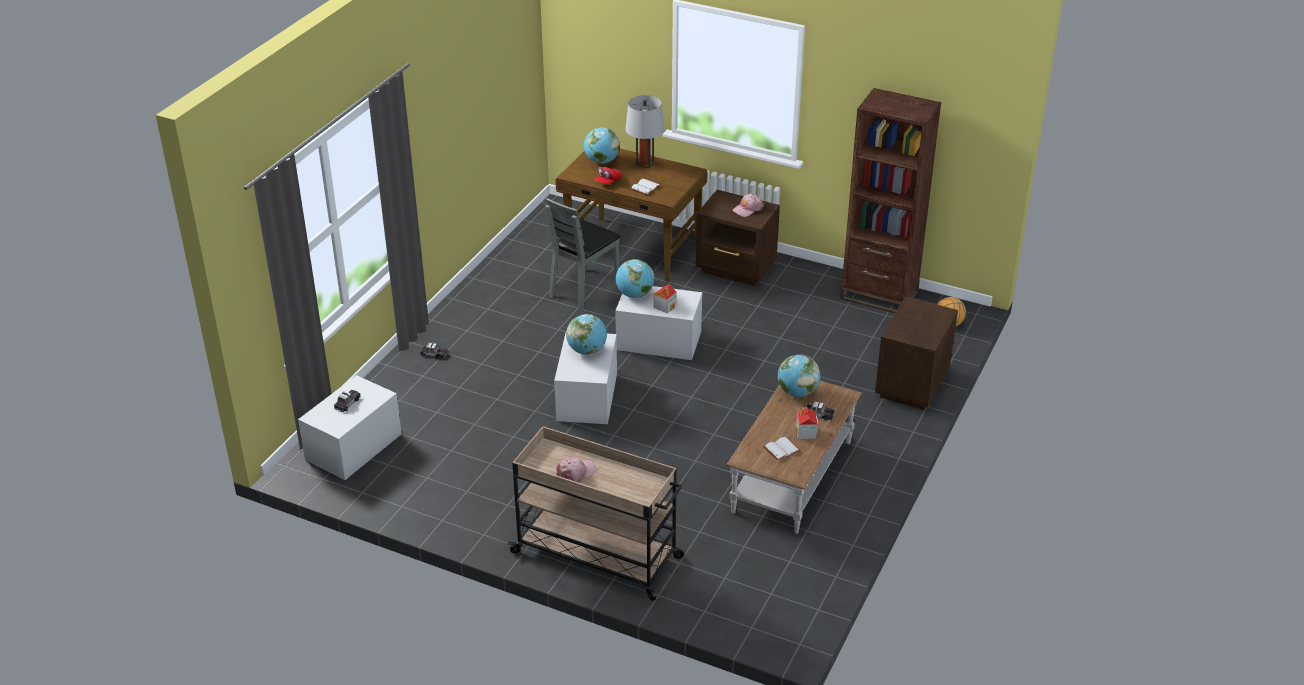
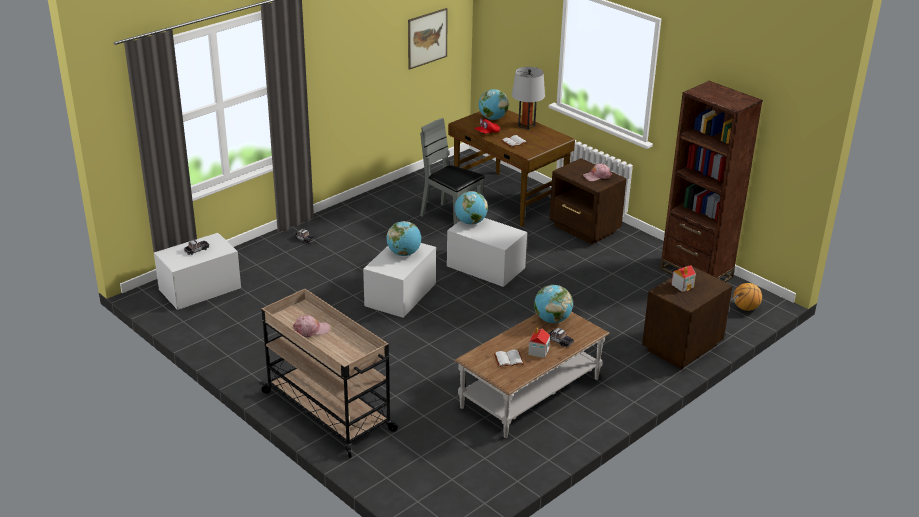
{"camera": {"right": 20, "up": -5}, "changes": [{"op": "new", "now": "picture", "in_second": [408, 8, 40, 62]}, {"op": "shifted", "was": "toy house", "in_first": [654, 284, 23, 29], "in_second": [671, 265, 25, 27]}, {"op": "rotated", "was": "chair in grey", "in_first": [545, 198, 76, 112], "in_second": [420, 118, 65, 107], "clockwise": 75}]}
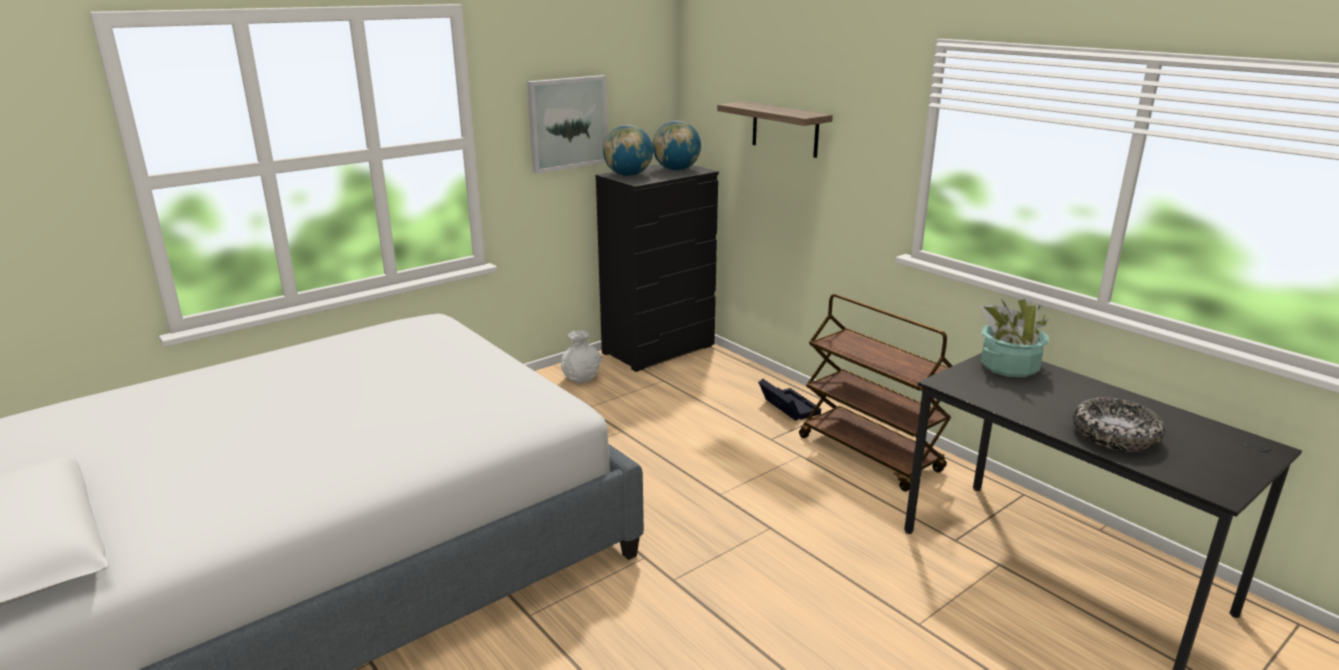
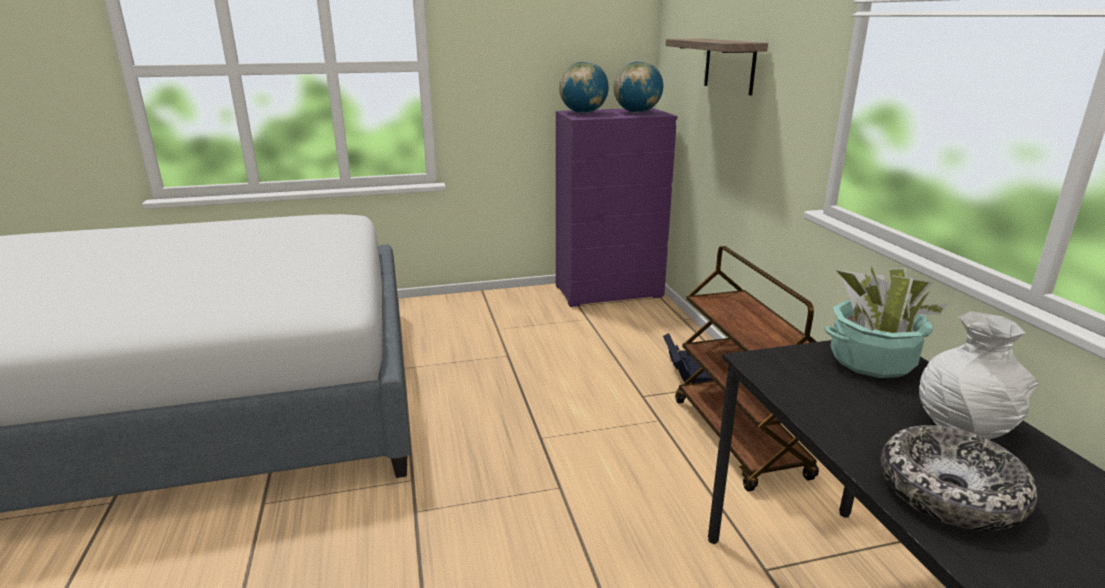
{"camera": {"right": 25, "up": 0}, "changes": [{"op": "gone", "was": "picture", "in_first": [527, 75, 81, 98]}, {"op": "shifted", "was": "vase in white", "in_first": [561, 331, 41, 53], "in_second": [919, 311, 119, 129]}, {"op": "repainted", "was": "dresser in black", "now": "dresser in purple", "in_first": [596, 164, 123, 208], "in_second": [556, 108, 121, 199]}]}
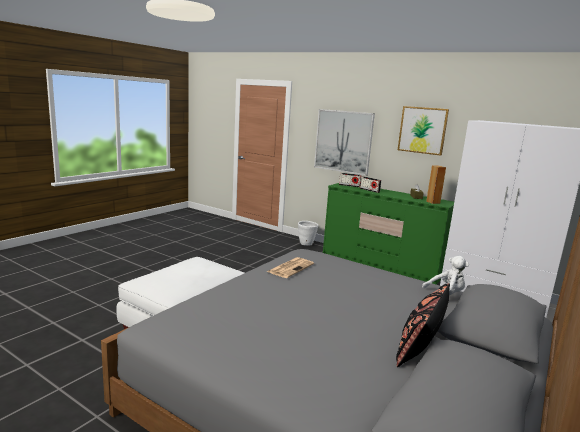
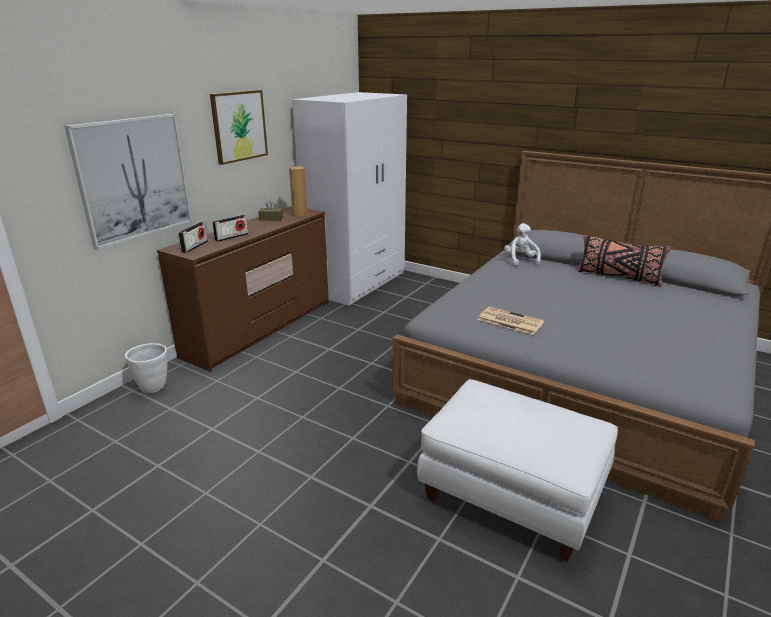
{"camera": {"right": -90, "up": 10}, "changes": [{"op": "repainted", "was": "dresser in green", "now": "dresser in brown", "in_first": [323, 183, 131, 102], "in_second": [157, 206, 172, 166]}]}
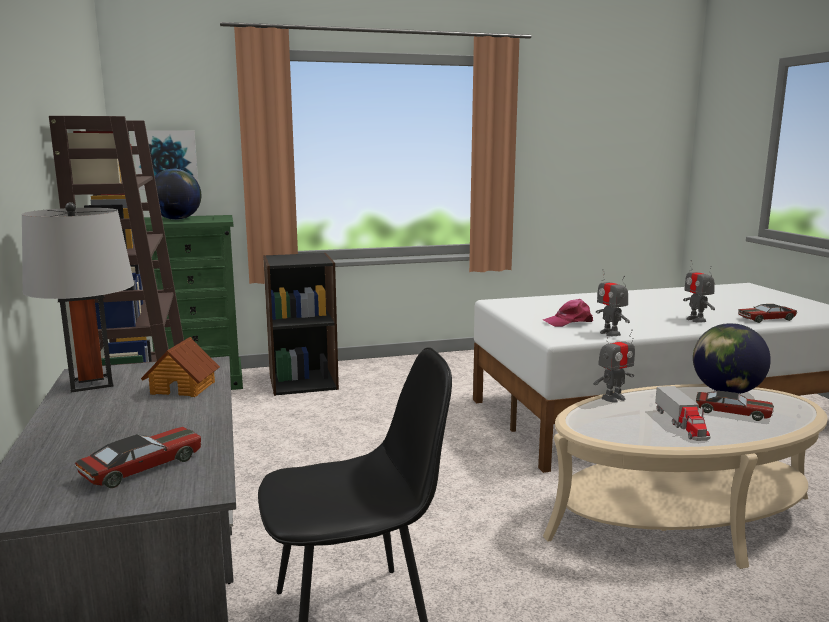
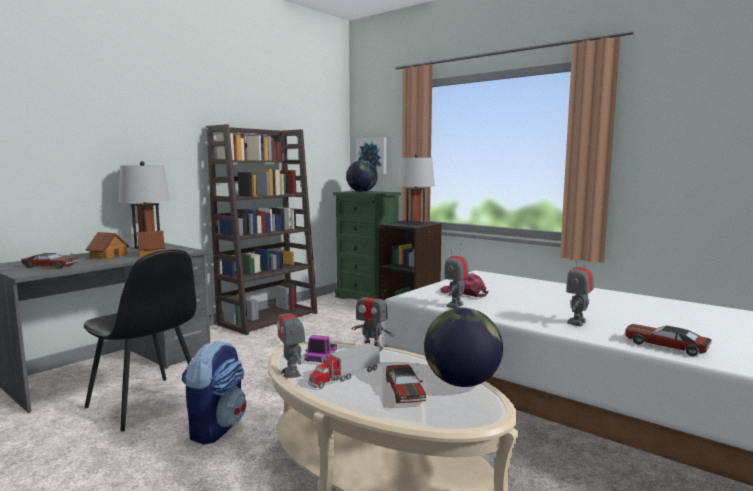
{"camera": {"right": 55, "up": -5}, "changes": [{"op": "new", "now": "toy house", "in_second": [86, 232, 44, 27]}, {"op": "new", "now": "backpack", "in_second": [182, 340, 65, 105]}, {"op": "new", "now": "toy robot", "in_second": [277, 298, 28, 80]}, {"op": "new", "now": "toy truck", "in_second": [304, 335, 33, 28]}, {"op": "new", "now": "table lamp in grey", "in_second": [397, 154, 38, 71]}]}
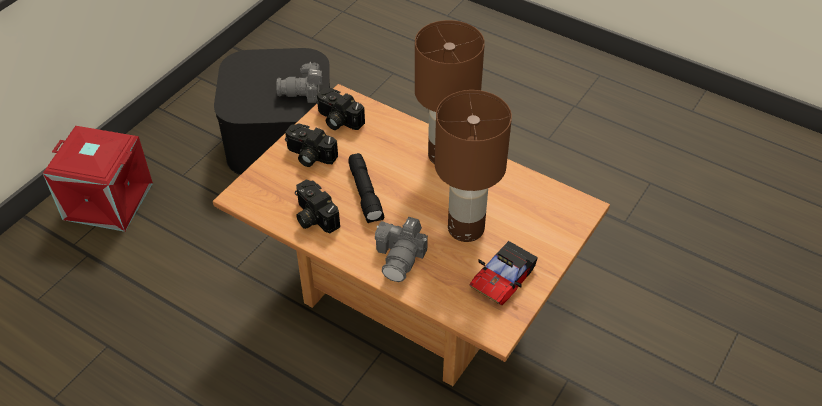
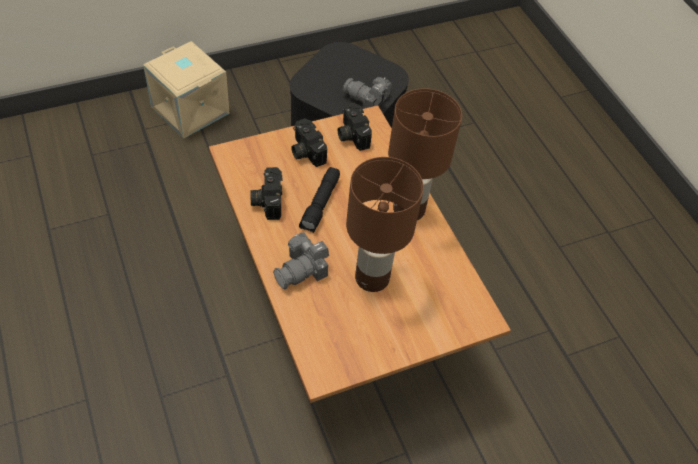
{"camera": {"right": 30, "up": 5}, "changes": [{"op": "gone", "was": "toy car", "in_first": [470, 241, 68, 64]}, {"op": "repainted", "was": "storage box in red", "now": "storage box in beige", "in_first": [43, 126, 110, 106], "in_second": [143, 41, 87, 98]}]}
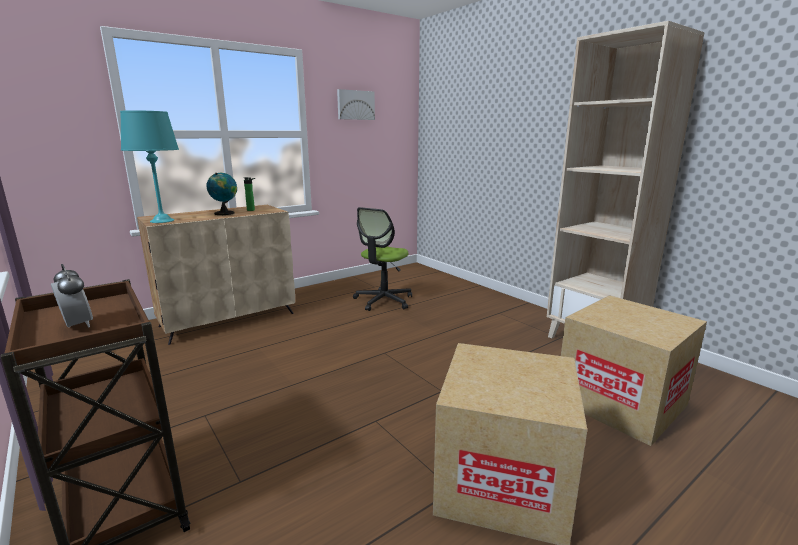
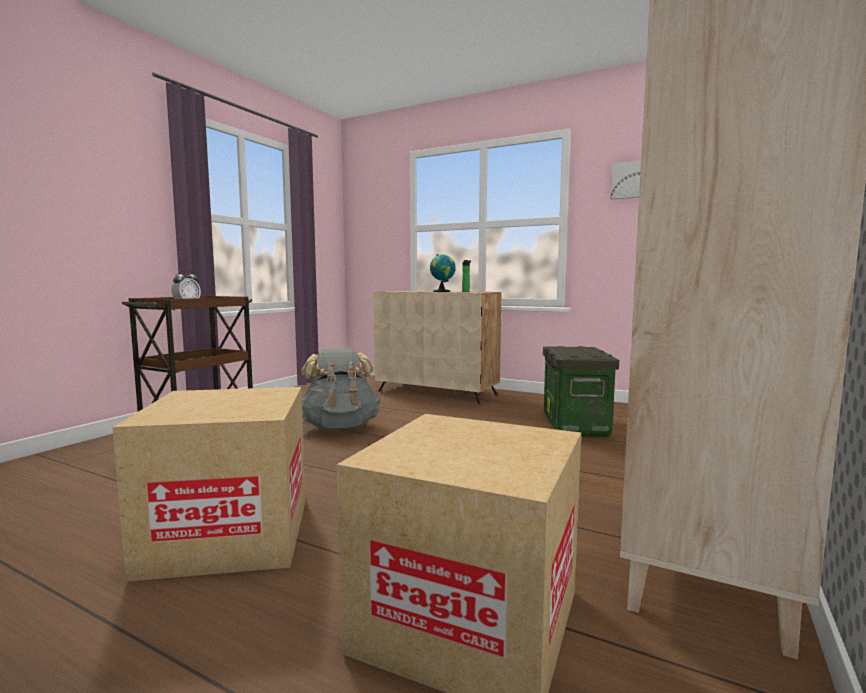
{"camera": {"right": 65, "up": -10}, "changes": [{"op": "gone", "was": "table lamp in turquoise", "in_first": [120, 110, 59, 113]}, {"op": "new", "now": "backpack in grey", "in_second": [301, 348, 79, 81]}, {"op": "swapped", "was": "office chair", "now": "storage box", "in_first": [353, 207, 59, 104], "in_second": [543, 346, 76, 91]}]}
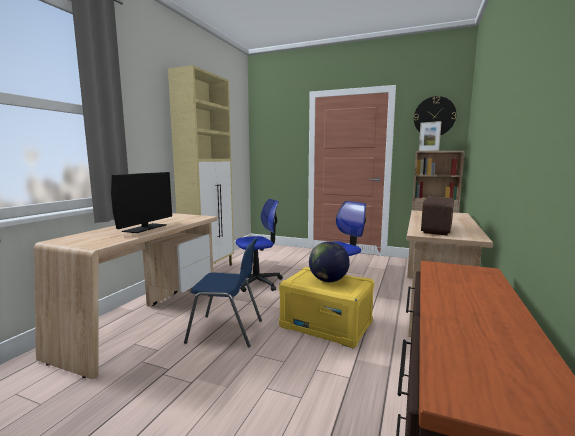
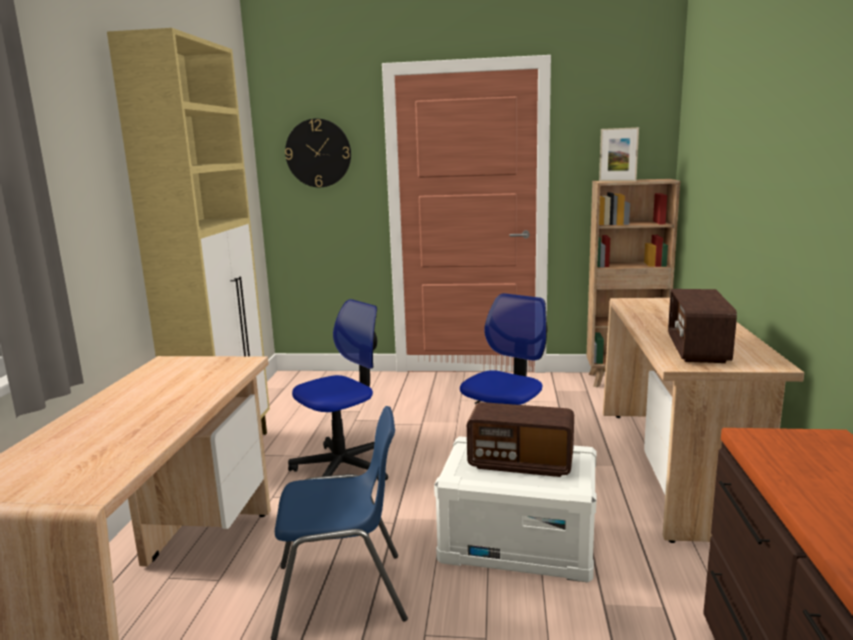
{"camera": {"right": -15, "up": 5}, "changes": [{"op": "gone", "was": "monitor", "in_first": [111, 172, 61, 61]}, {"op": "shifted", "was": "wall clock", "in_first": [414, 96, 42, 39], "in_second": [285, 119, 66, 68]}, {"op": "swapped", "was": "globe", "now": "radio", "in_first": [309, 241, 41, 41], "in_second": [467, 402, 107, 75]}, {"op": "repainted", "was": "storage box in yellow", "now": "storage box in white", "in_first": [279, 267, 95, 82], "in_second": [434, 436, 162, 147]}]}
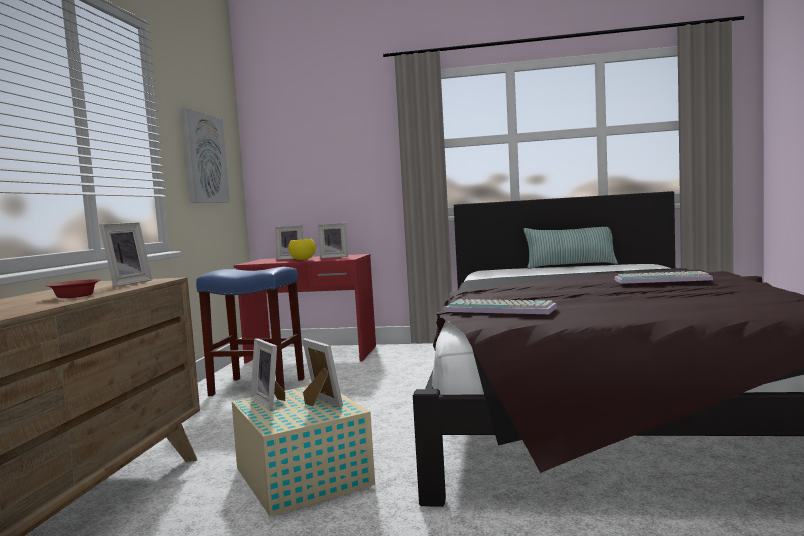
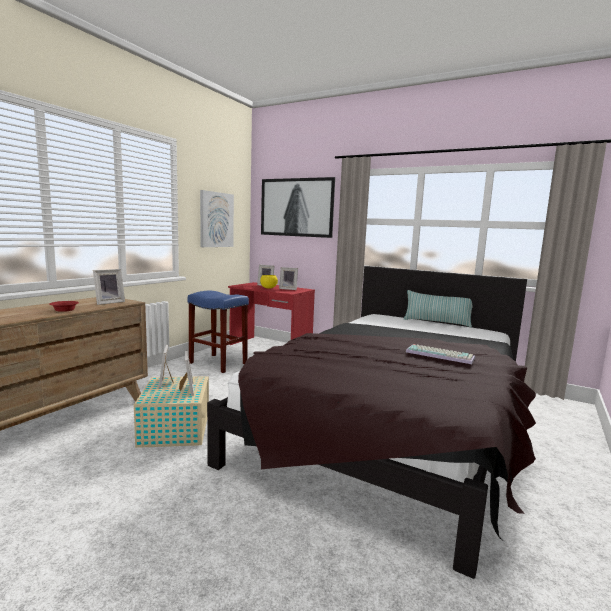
{"camera": {"right": 20, "up": 5}, "changes": [{"op": "gone", "was": "keyboard", "in_first": [445, 299, 112, 15]}, {"op": "new", "now": "picture", "in_second": [261, 177, 74, 61]}]}
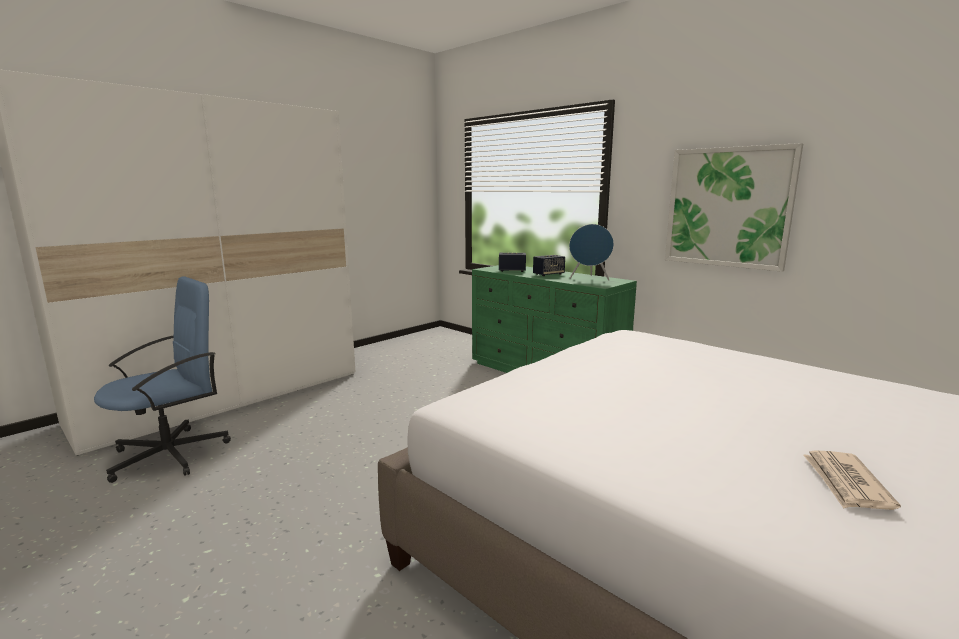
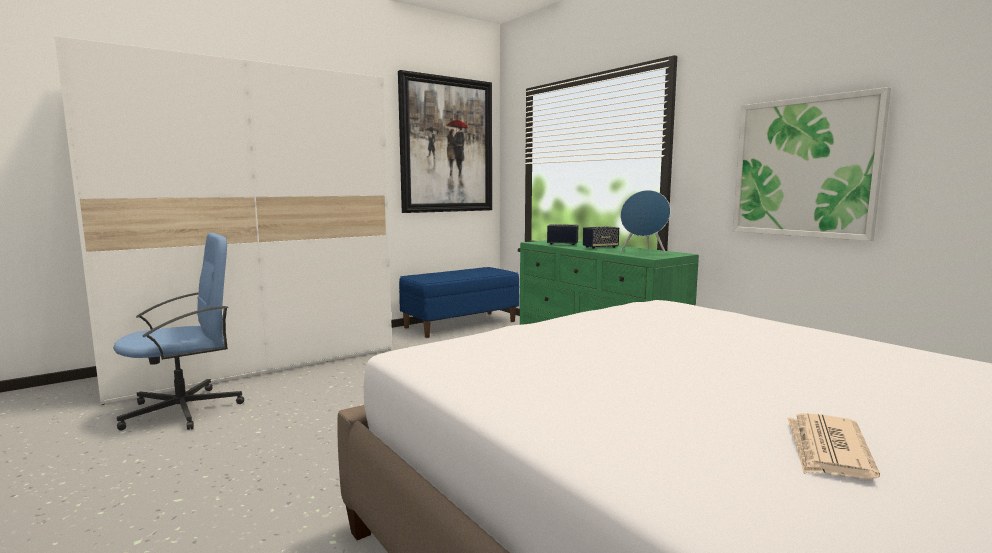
{"camera": {"right": 10, "up": -5}, "changes": [{"op": "new", "now": "picture", "in_second": [398, 70, 94, 143]}, {"op": "new", "now": "bench in blue", "in_second": [399, 267, 120, 71]}]}
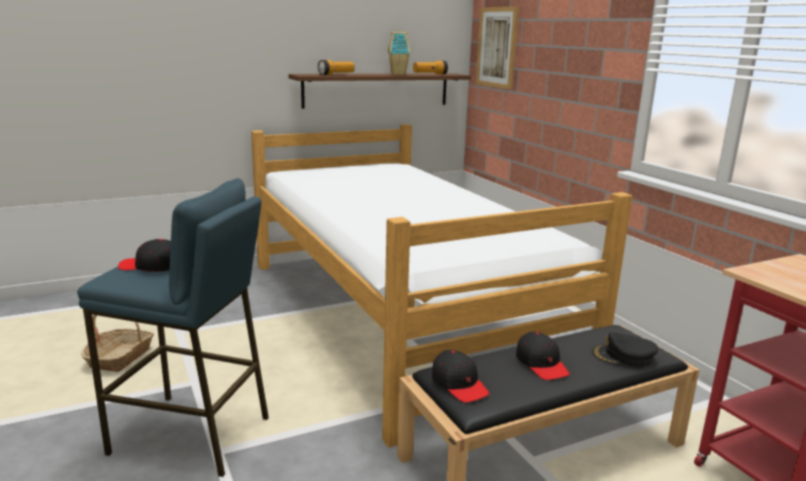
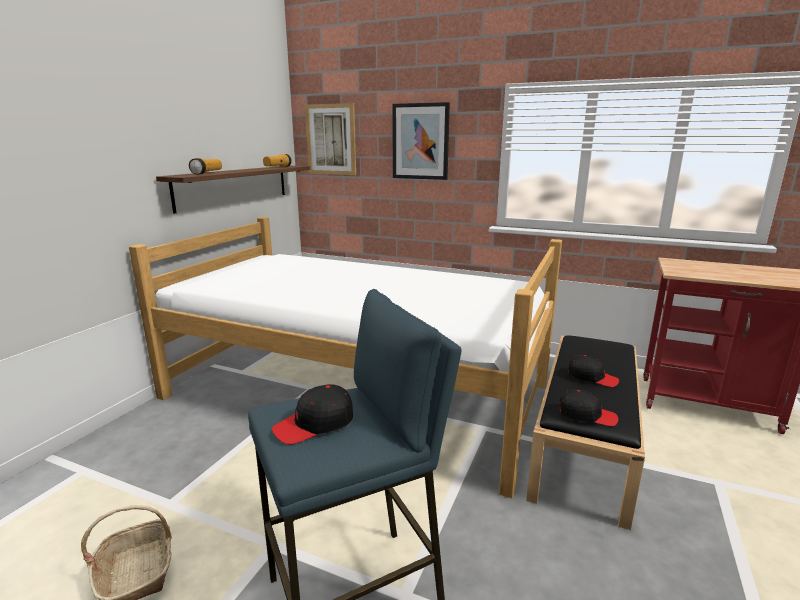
{"camera": {"right": -40, "up": 0}, "changes": [{"op": "gone", "was": "toy house", "in_first": [388, 31, 22, 44]}, {"op": "gone", "was": "cap in black", "in_first": [592, 332, 67, 35]}, {"op": "new", "now": "picture", "in_second": [392, 102, 58, 78]}]}
